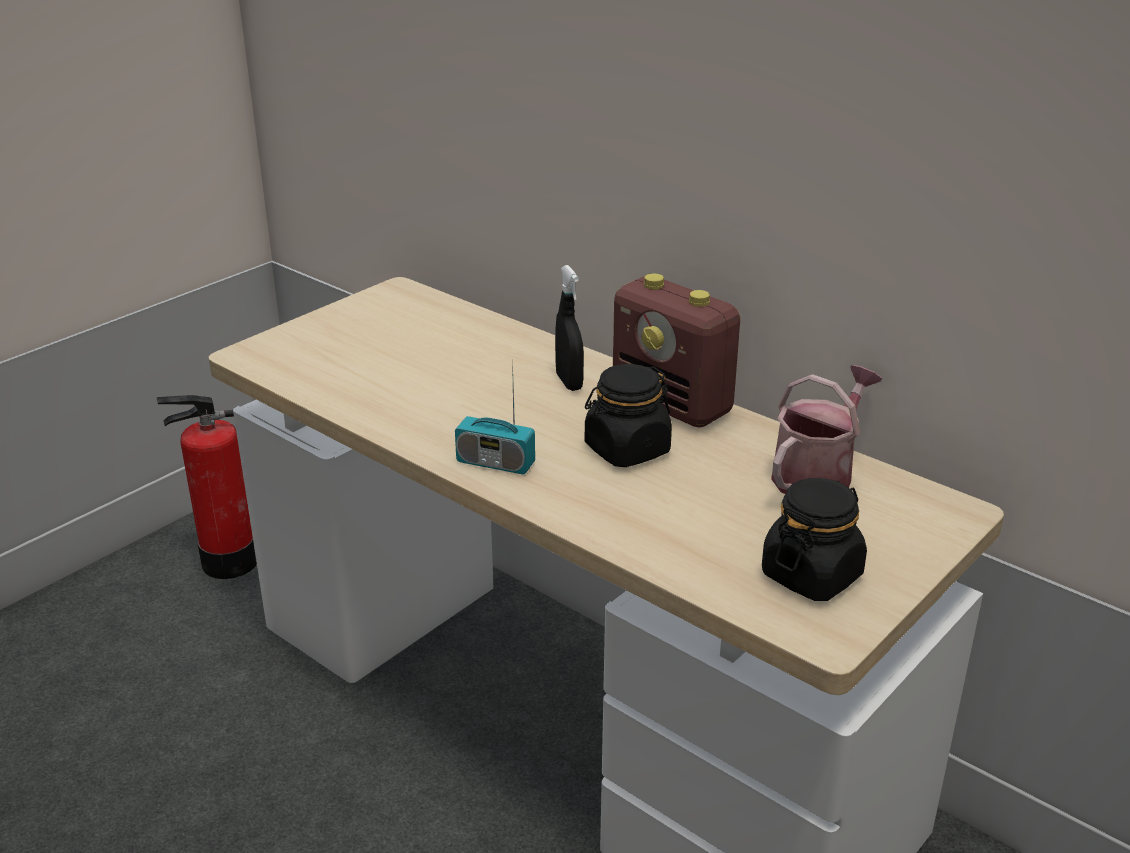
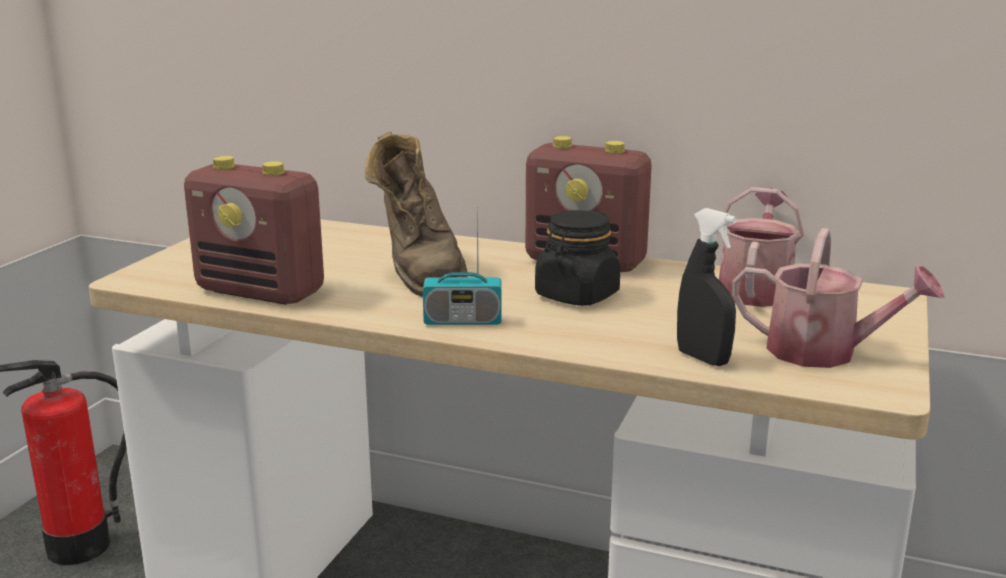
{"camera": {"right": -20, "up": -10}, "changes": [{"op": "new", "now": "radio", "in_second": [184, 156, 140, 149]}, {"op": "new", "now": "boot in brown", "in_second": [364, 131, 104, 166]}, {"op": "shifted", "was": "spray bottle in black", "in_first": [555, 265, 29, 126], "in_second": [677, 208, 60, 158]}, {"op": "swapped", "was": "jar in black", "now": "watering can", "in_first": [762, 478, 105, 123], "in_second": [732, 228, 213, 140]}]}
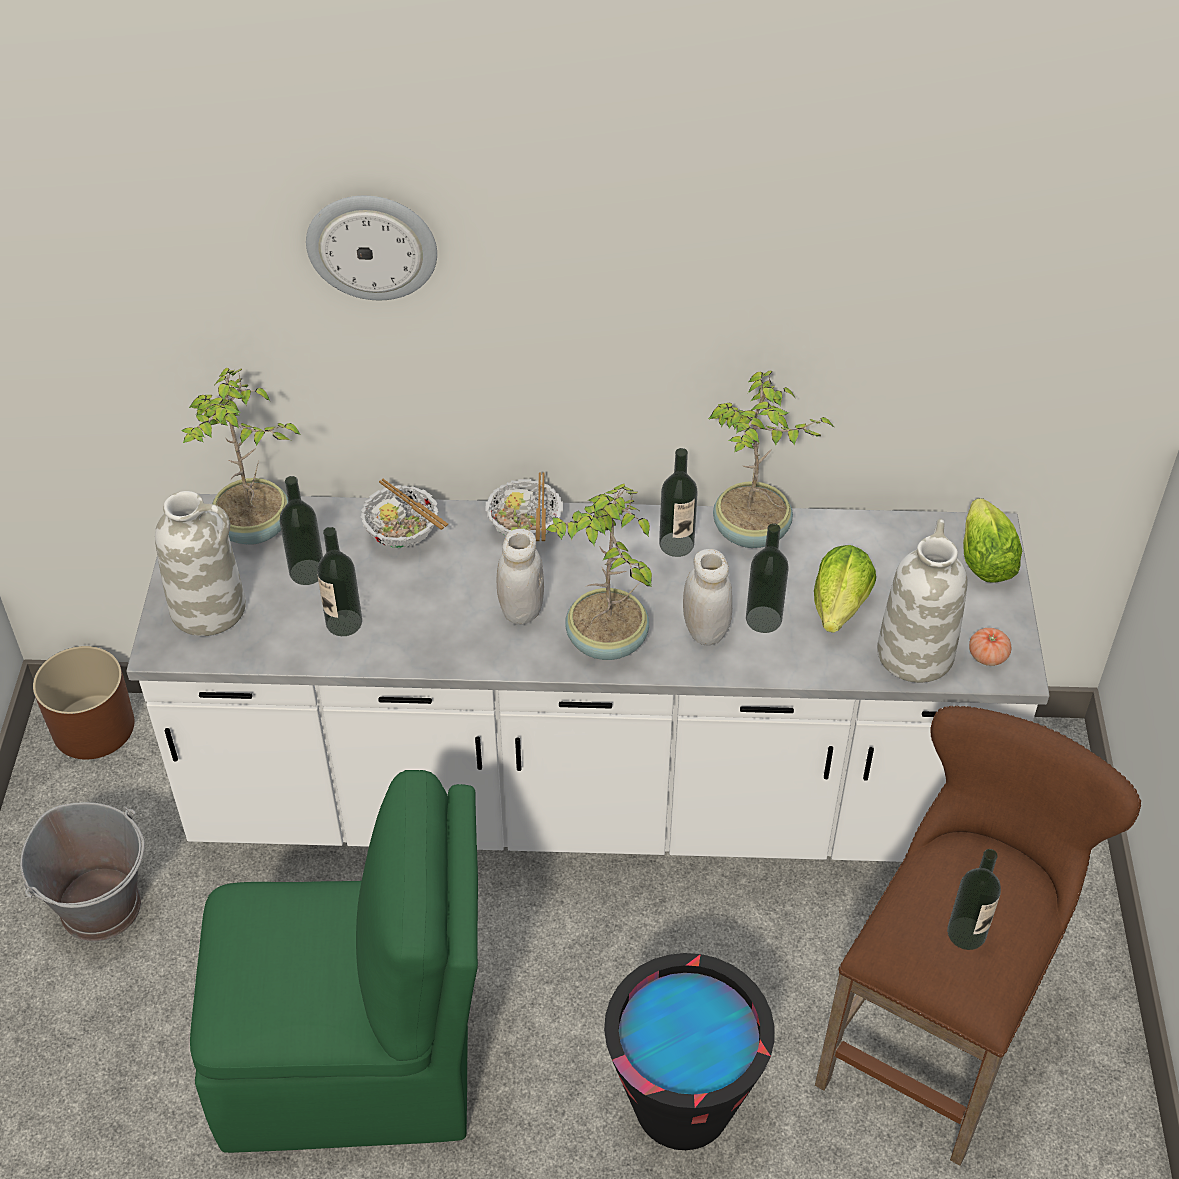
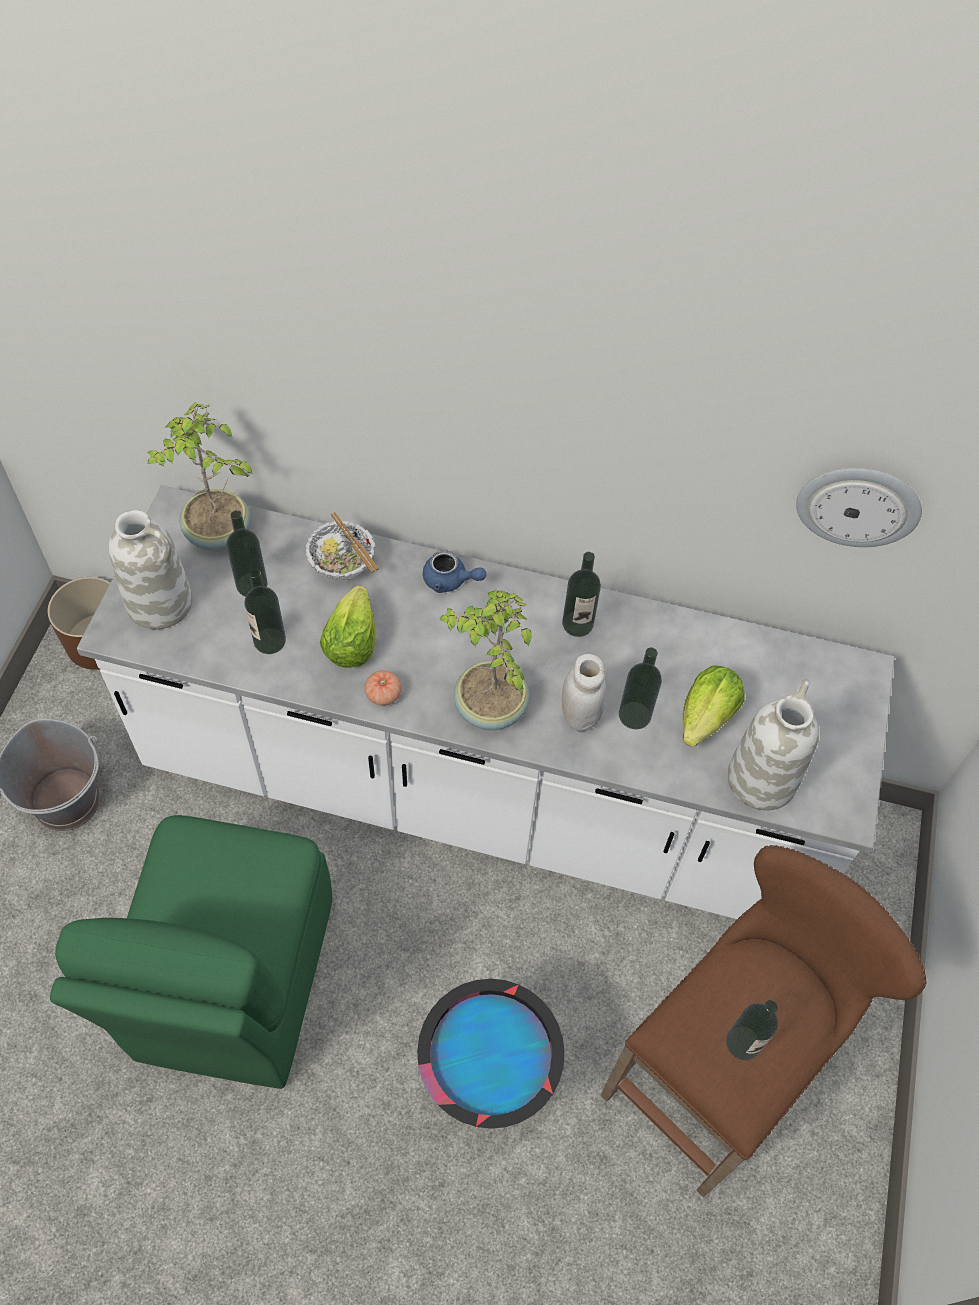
{"camera": {"right": 10, "up": 10}, "changes": [{"op": "gone", "was": "jar in white", "in_first": [497, 529, 47, 96]}, {"op": "gone", "was": "potted plant", "in_first": [708, 370, 126, 178]}, {"op": "shifted", "was": "wall clock", "in_first": [306, 196, 131, 104], "in_second": [796, 468, 126, 79]}, {"op": "shifted", "was": "lettuce", "in_first": [963, 498, 59, 85], "in_second": [320, 585, 56, 83]}, {"op": "shifted", "was": "tomato", "in_first": [969, 628, 42, 38], "in_second": [364, 670, 38, 36]}, {"op": "swapped", "was": "bowl", "now": "teapot in blue", "in_first": [485, 473, 78, 68], "in_second": [423, 550, 63, 43]}, {"op": "rotated", "was": "chair in green", "in_first": [190, 770, 288, 383], "in_second": [50, 815, 282, 274], "clockwise": 90}]}
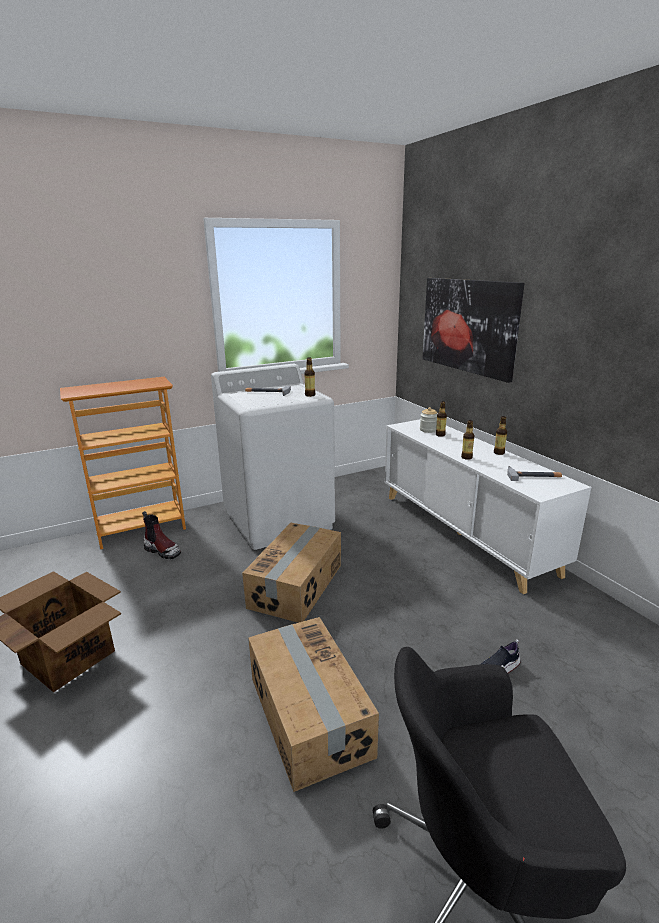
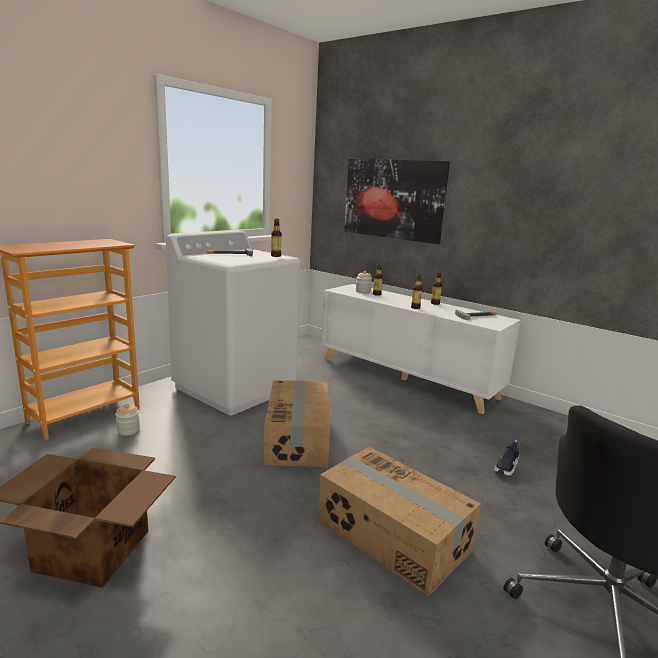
{"camera": {"right": -25, "up": -5}, "changes": [{"op": "swapped", "was": "boot", "now": "jar", "in_first": [142, 511, 39, 48], "in_second": [115, 404, 25, 32]}]}
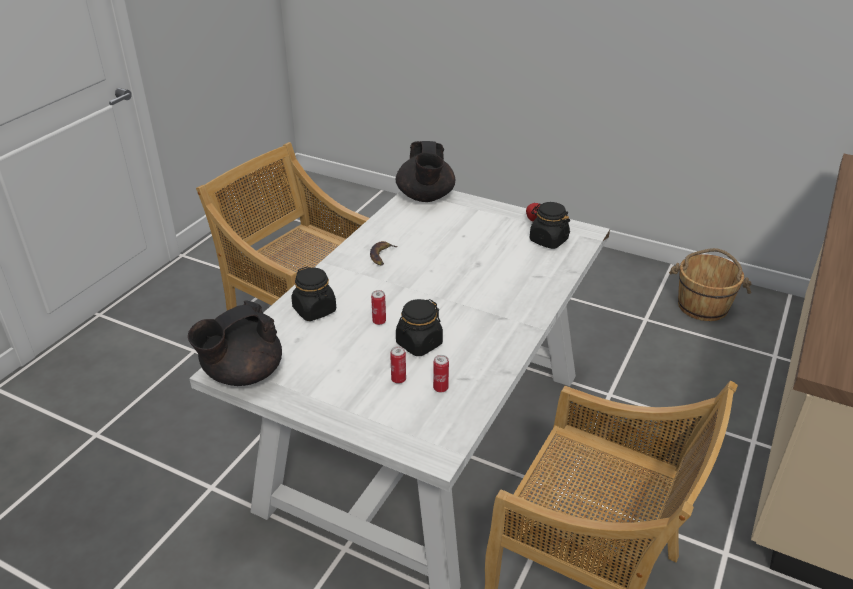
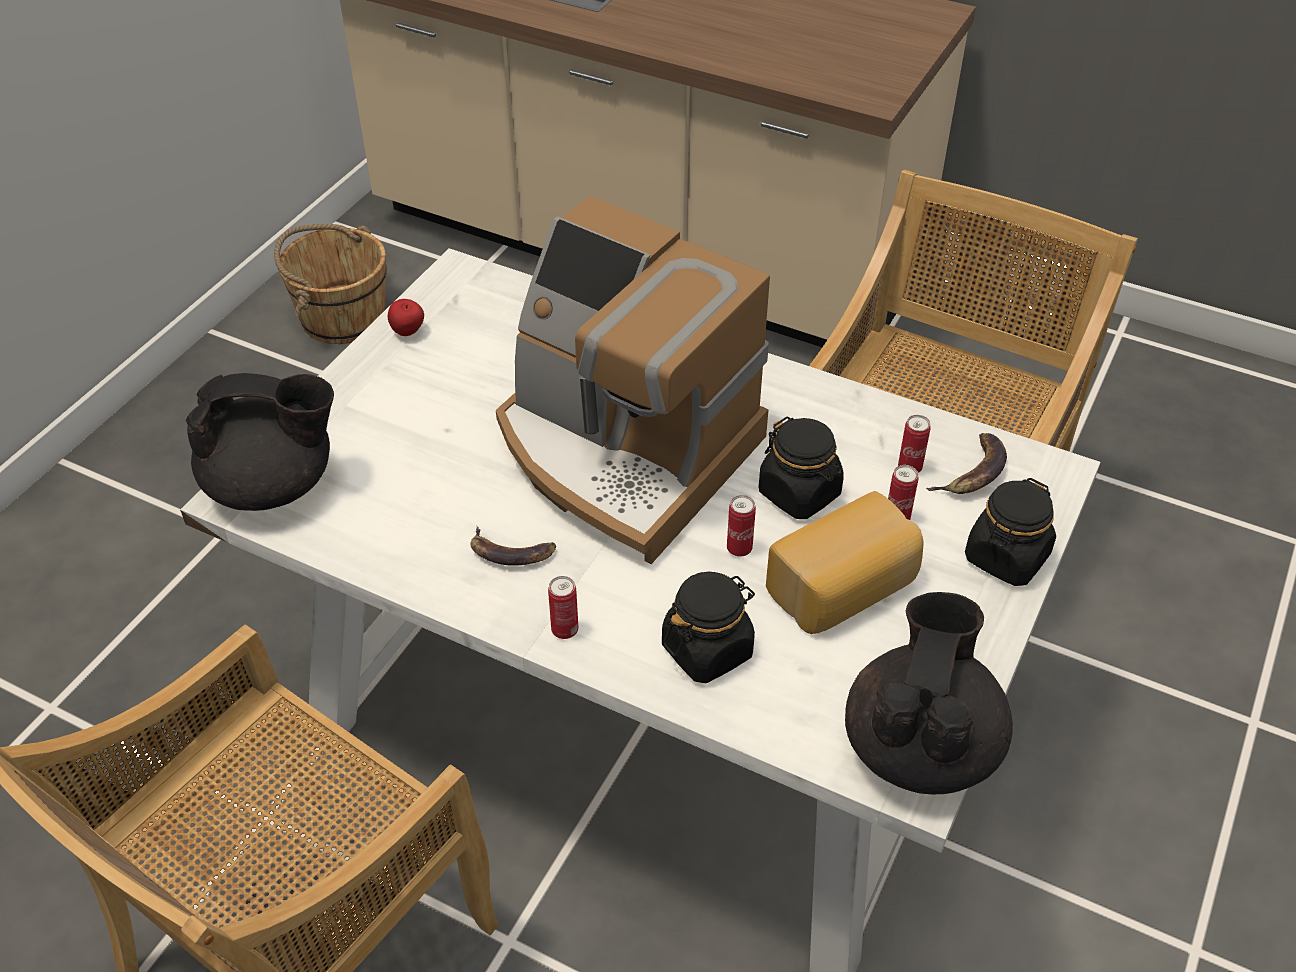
{"camera": {"right": -90, "up": 10}, "changes": [{"op": "new", "now": "coffee machine", "in_second": [496, 196, 274, 368]}, {"op": "new", "now": "can", "in_second": [548, 576, 30, 63]}, {"op": "new", "now": "bread", "in_second": [766, 491, 157, 143]}, {"op": "new", "now": "banana", "in_second": [926, 433, 81, 61]}, {"op": "shifted", "was": "jar in black", "in_first": [530, 202, 40, 47], "in_second": [965, 478, 91, 108]}, {"op": "rotated", "was": "teapot in black", "in_first": [188, 301, 94, 85], "in_second": [845, 592, 168, 202], "clockwise": -120}]}
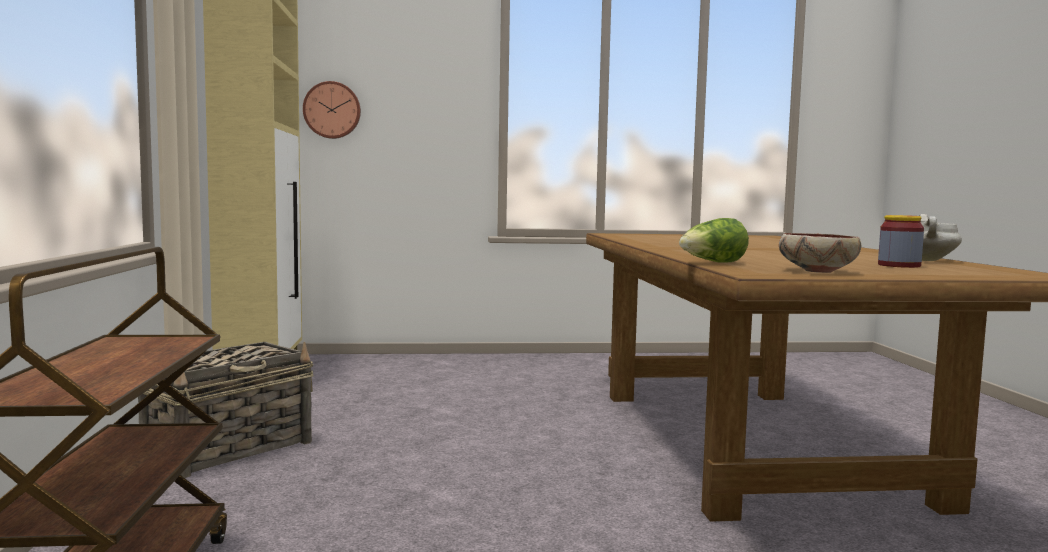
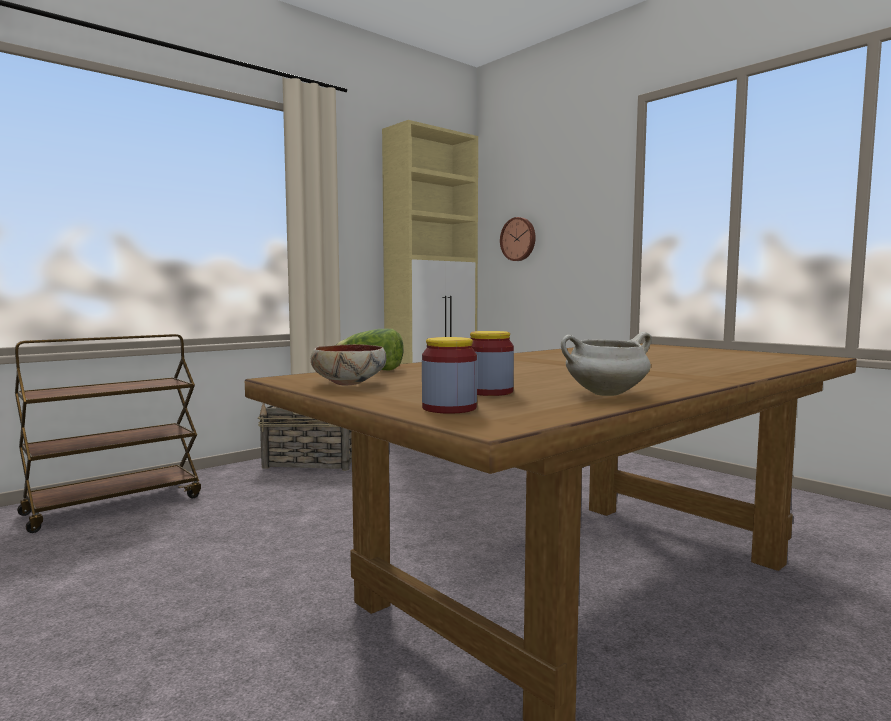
{"camera": {"right": 55, "up": 0}, "changes": [{"op": "new", "now": "jar", "in_second": [422, 337, 55, 76]}]}
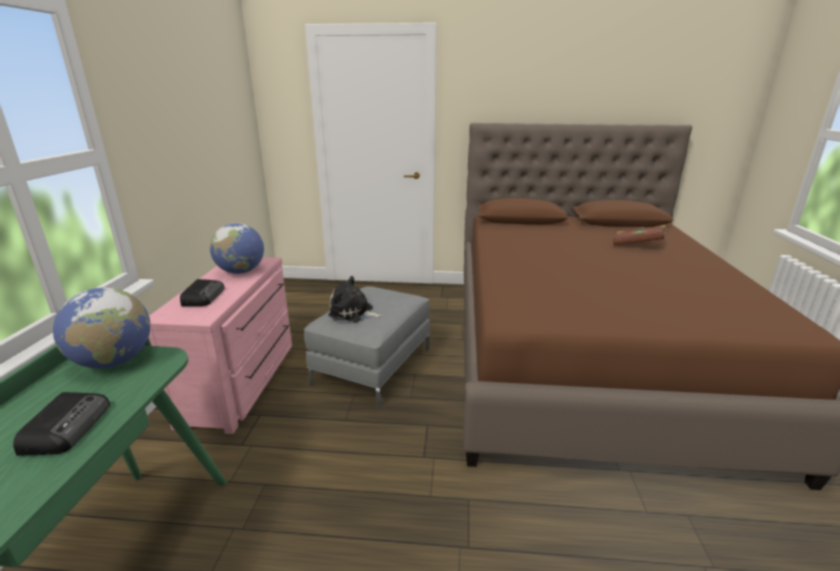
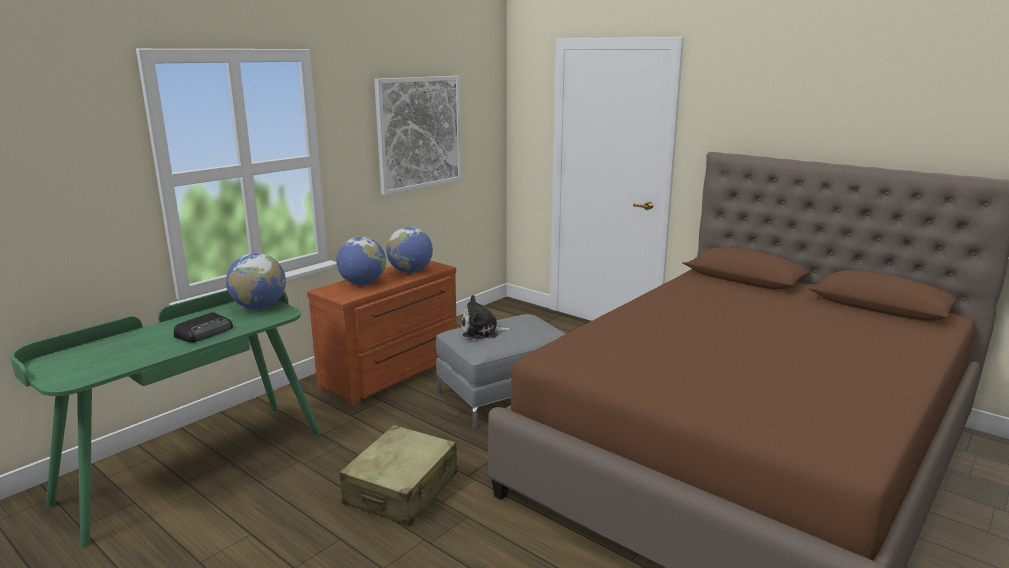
{"camera": {"right": 35, "up": -5}, "changes": [{"op": "gone", "was": "book in brown", "in_first": [613, 225, 53, 20]}, {"op": "new", "now": "suitcase in beige", "in_second": [339, 425, 118, 101]}, {"op": "new", "now": "picture", "in_second": [374, 76, 87, 119]}, {"op": "swapped", "was": "radio", "now": "globe", "in_first": [180, 279, 45, 27], "in_second": [336, 237, 50, 48]}, {"op": "repainted", "was": "dresser in pink", "now": "dresser in brown", "in_first": [148, 257, 144, 177], "in_second": [307, 261, 150, 145]}, {"op": "rotated", "was": "plush toy", "in_first": [328, 276, 55, 47], "in_second": [462, 295, 49, 44], "clockwise": -60}]}
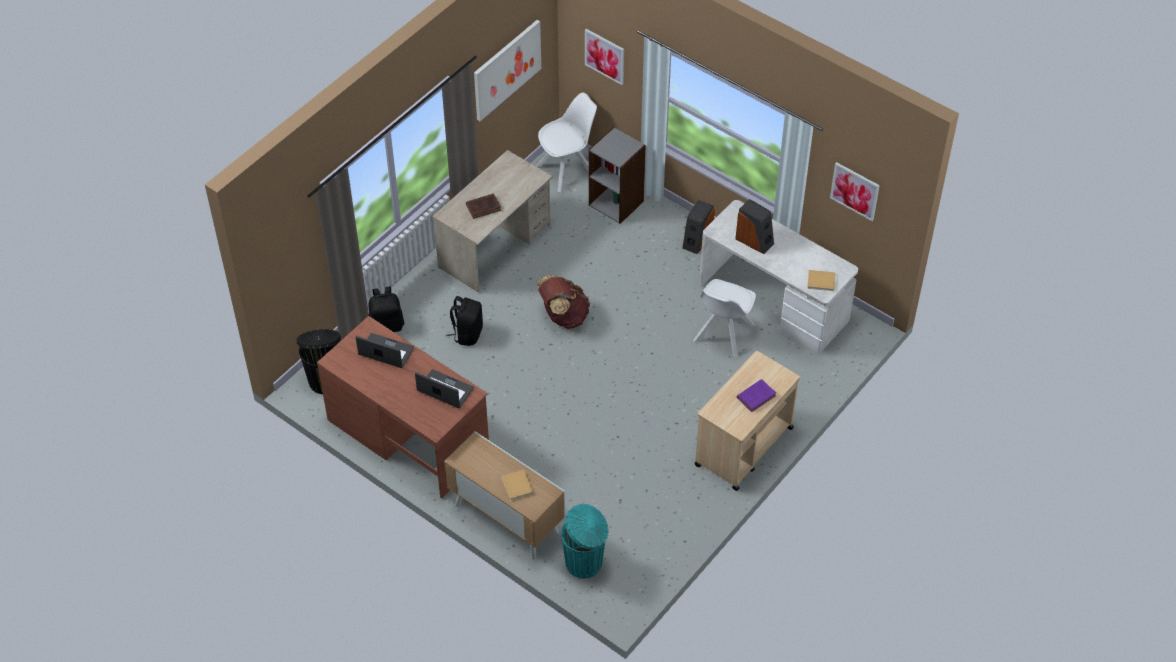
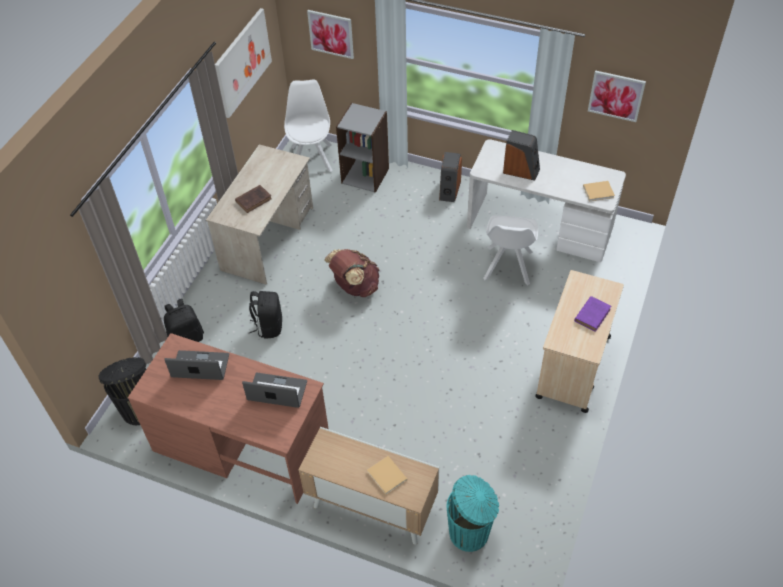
{"camera": {"right": -15, "up": 0}, "changes": [{"op": "rotated", "was": "chair in white", "in_first": [537, 93, 60, 99], "in_second": [284, 79, 49, 93], "clockwise": -45}]}
